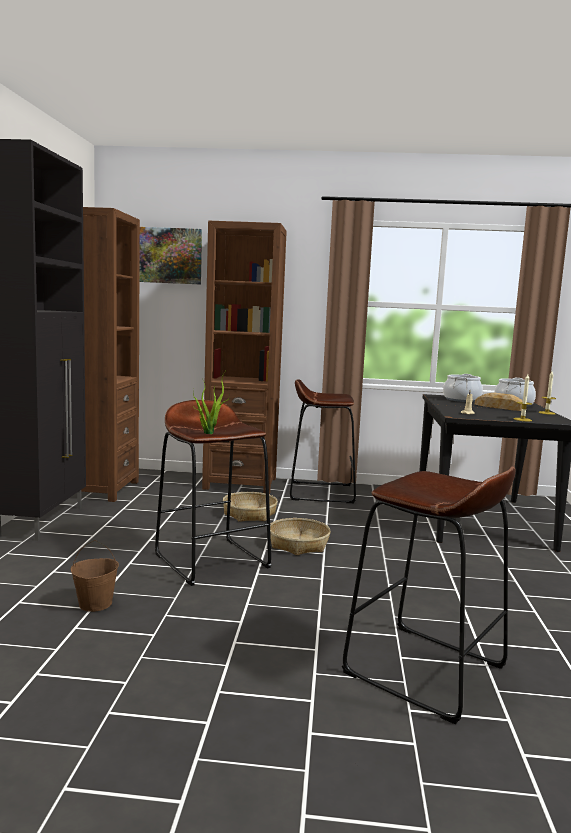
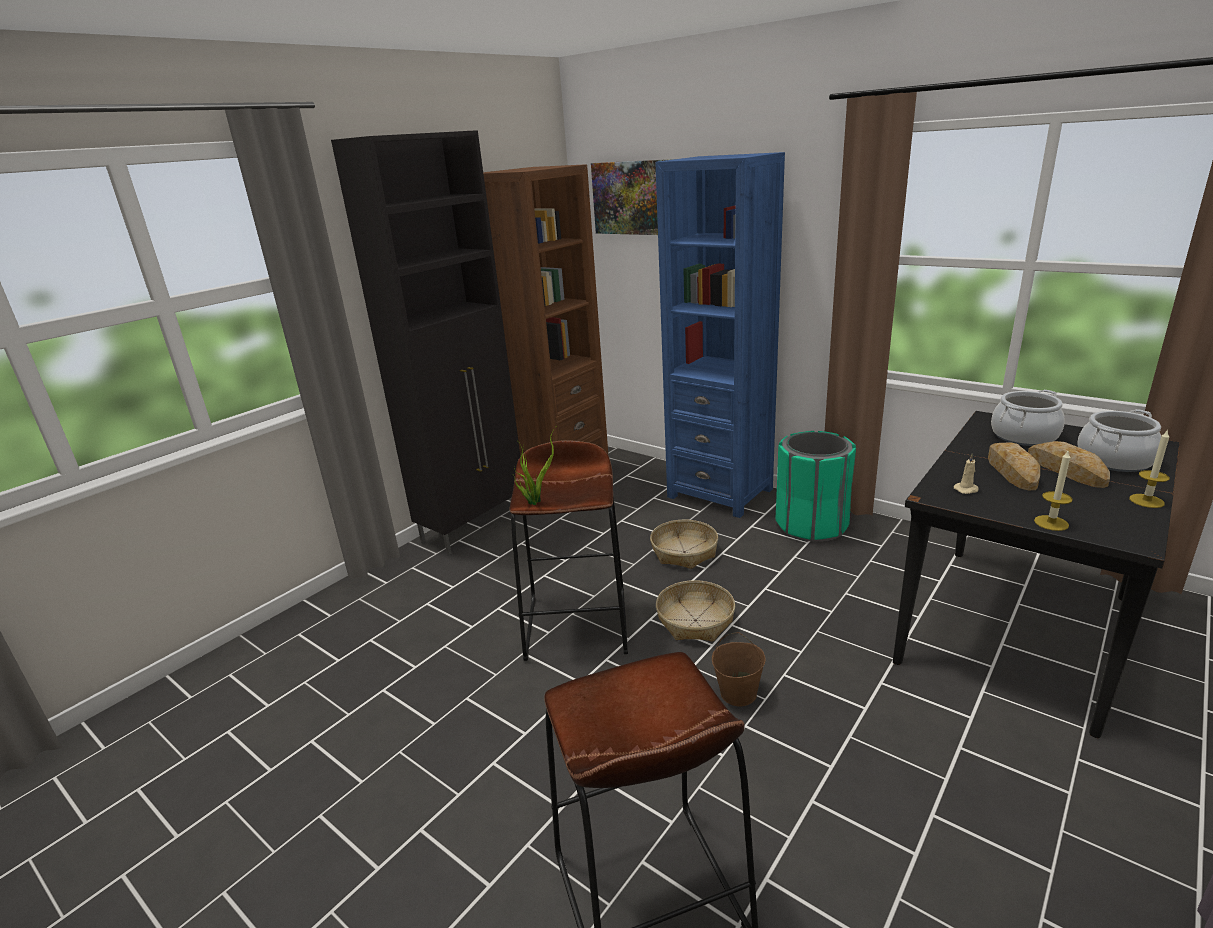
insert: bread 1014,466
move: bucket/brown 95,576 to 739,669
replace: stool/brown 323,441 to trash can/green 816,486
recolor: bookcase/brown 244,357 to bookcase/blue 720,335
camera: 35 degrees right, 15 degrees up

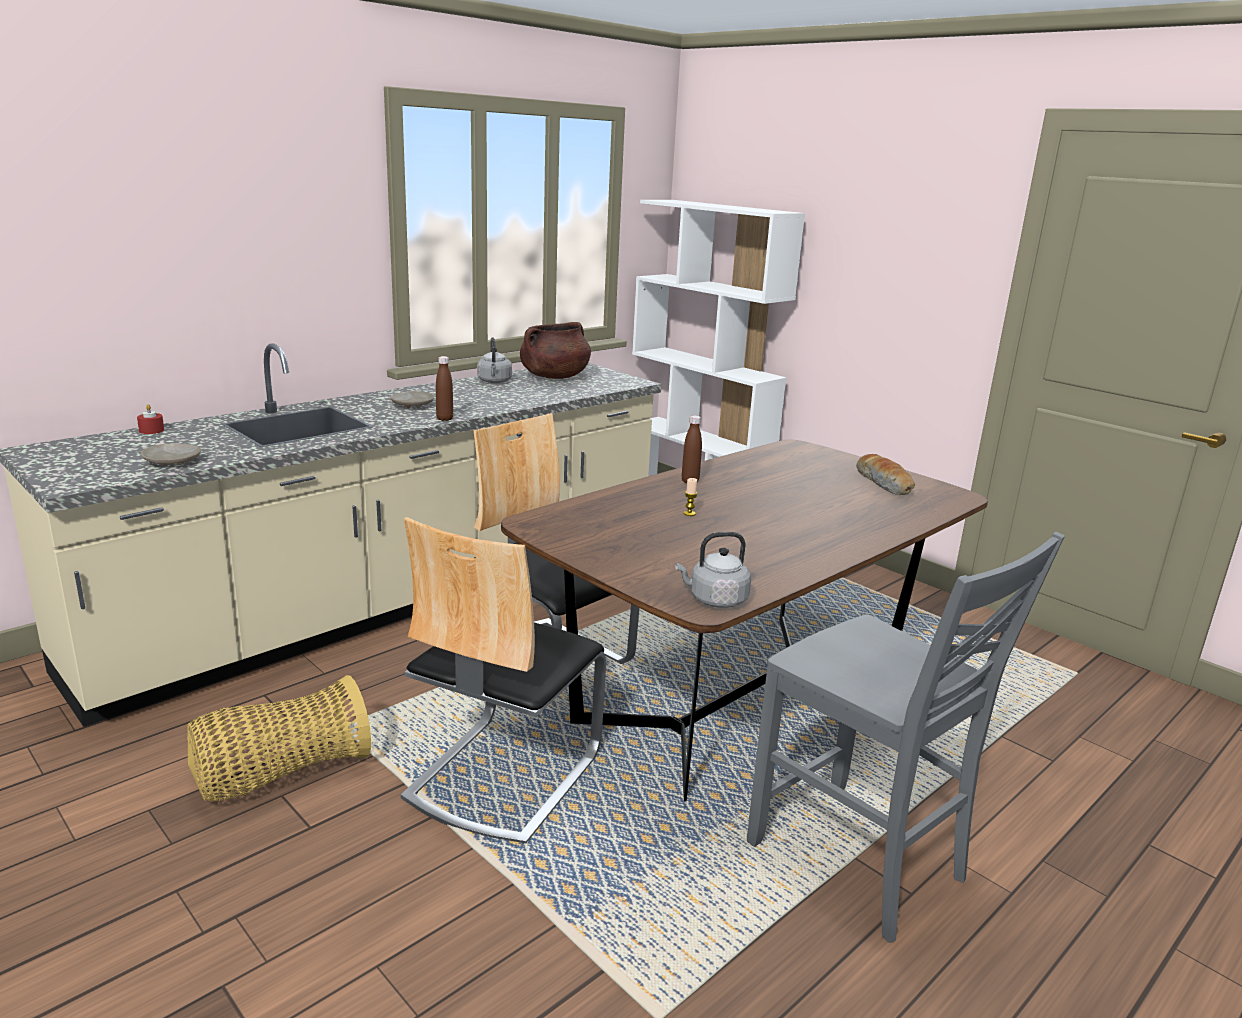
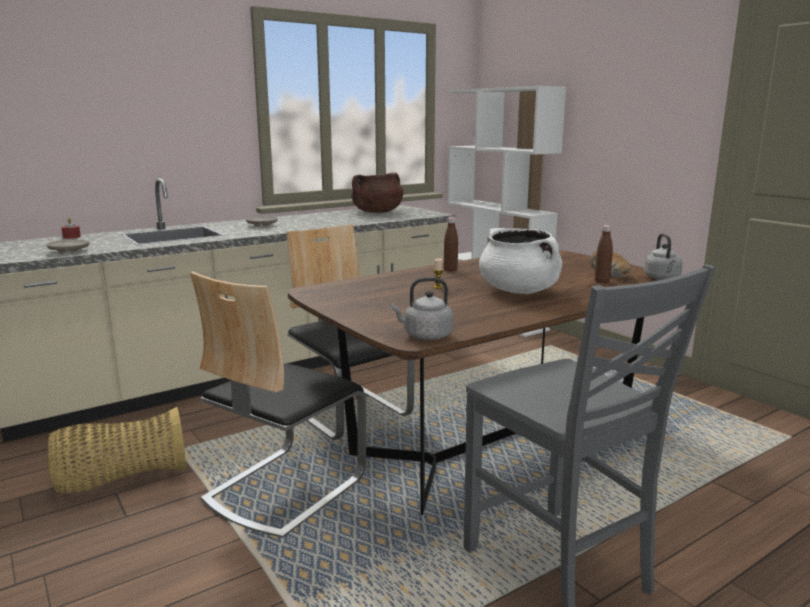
insert: cooking pot/white 520,261
move: bottle/brown 444,388 to 604,254; kettle/grey 494,360 to 663,256
camera: 10 degrees right, 5 degrees down

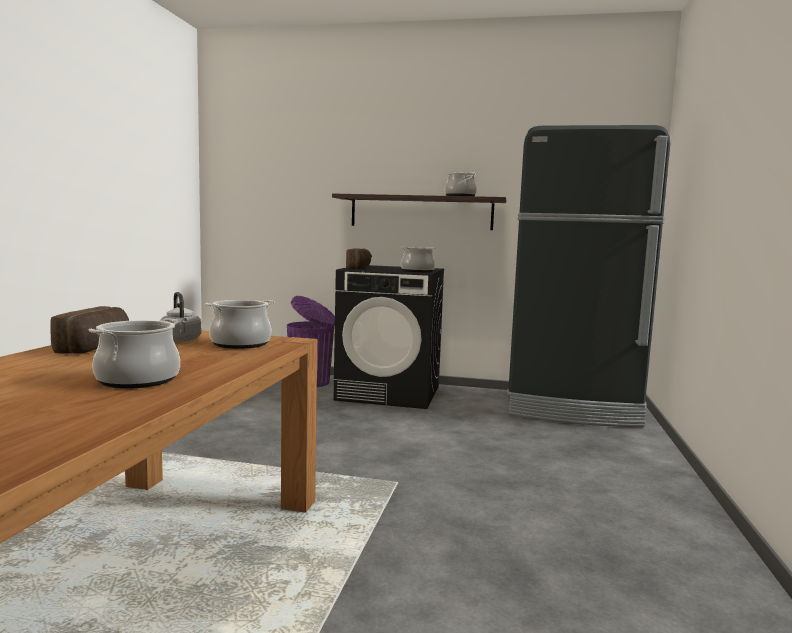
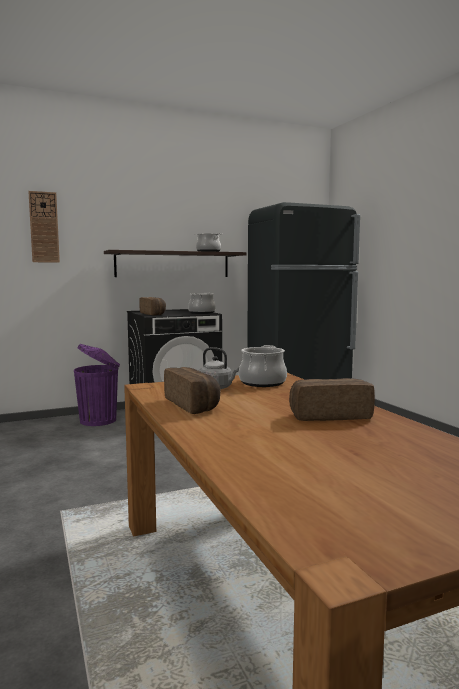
insert: wall clock 44,227
replace: cooking pot 134,353 to bread 332,399
camera: 35 degrees left, 0 degrees up

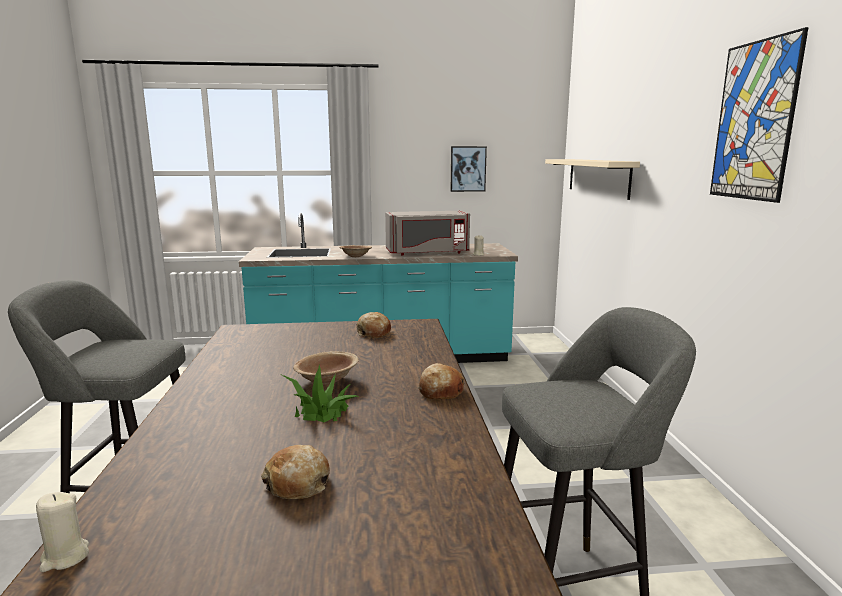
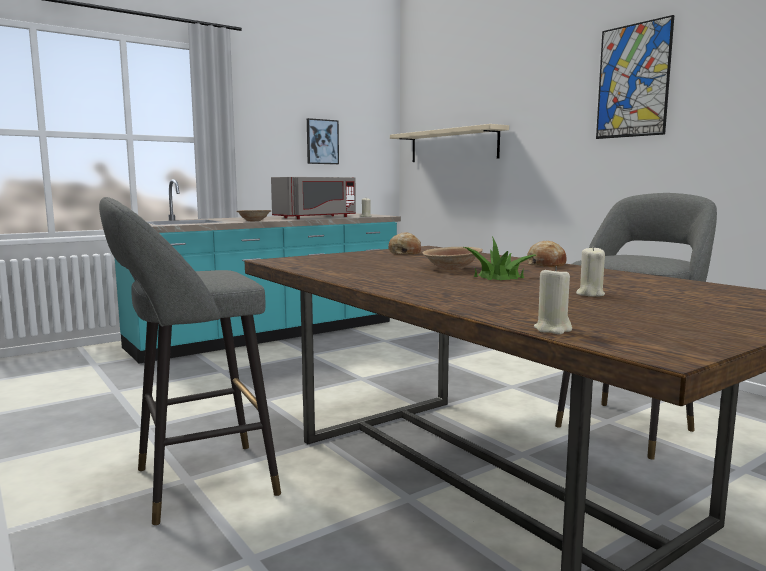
replace: bread 295,472 to candle/beige 590,271
camera: 30 degrees left, 5 degrees down

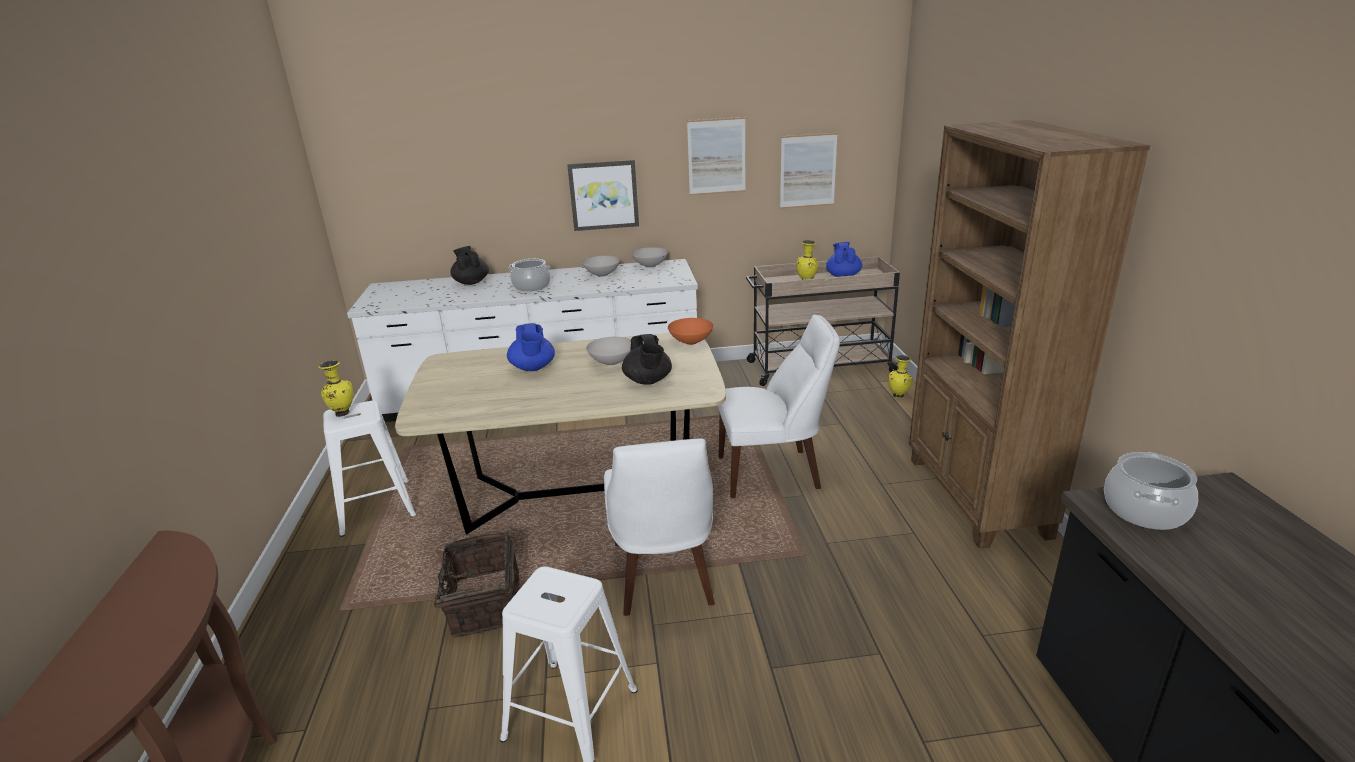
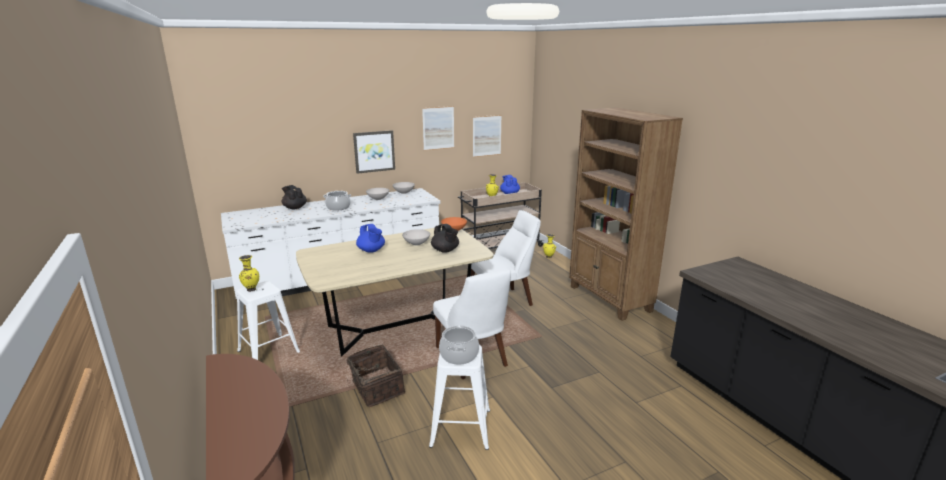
move: cooking pot 1151,491 to 459,345
camera: 20 degrees left, 5 degrees down

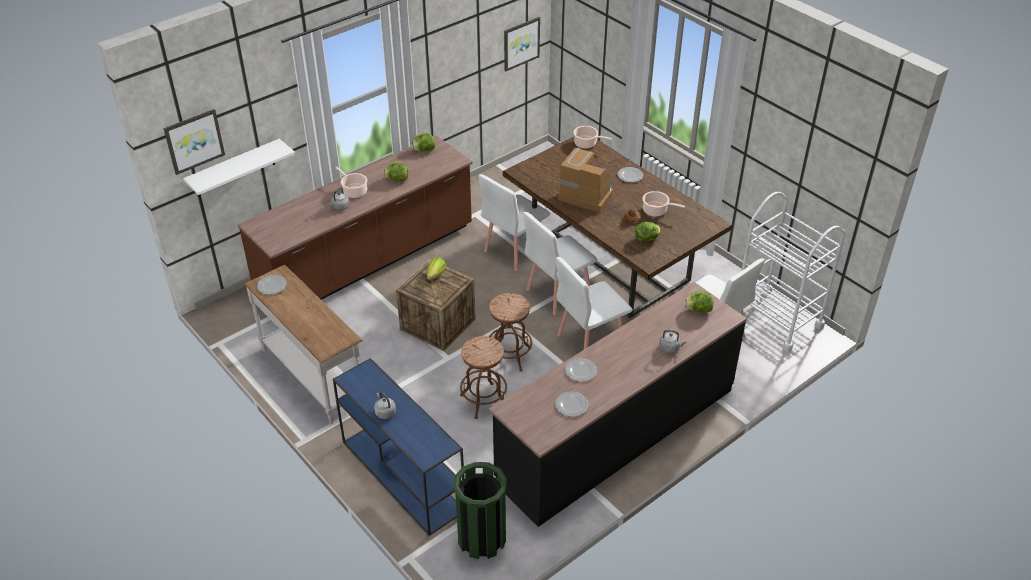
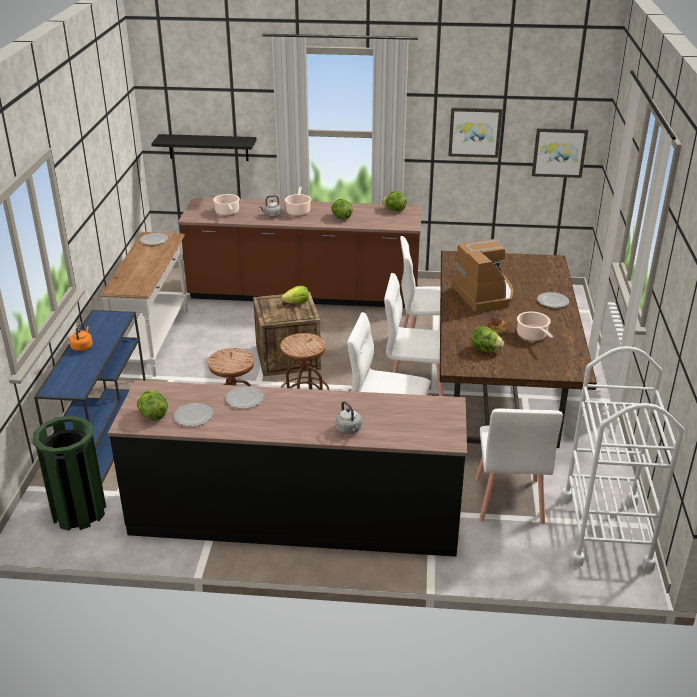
move: lettuce 698,302 to 152,405; cooking pot 592,137 to 226,205; picture 194,142 to 475,132
recolor: kettle/grey 385,405 to kettle/orange 81,337; shelf/white 239,168 to shelf/black 204,147
camera: 45 degrees right, 10 degrees down

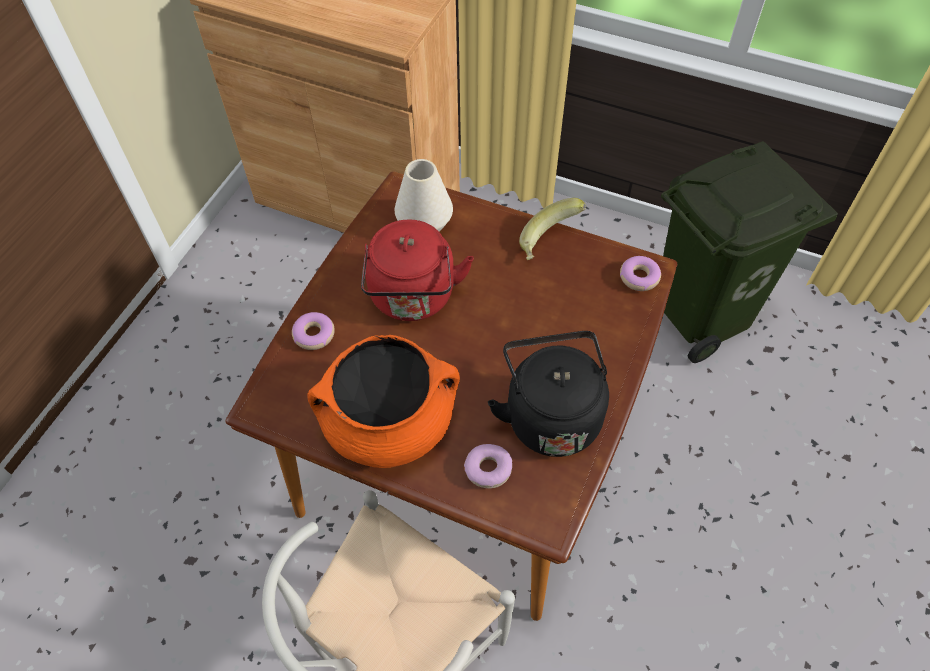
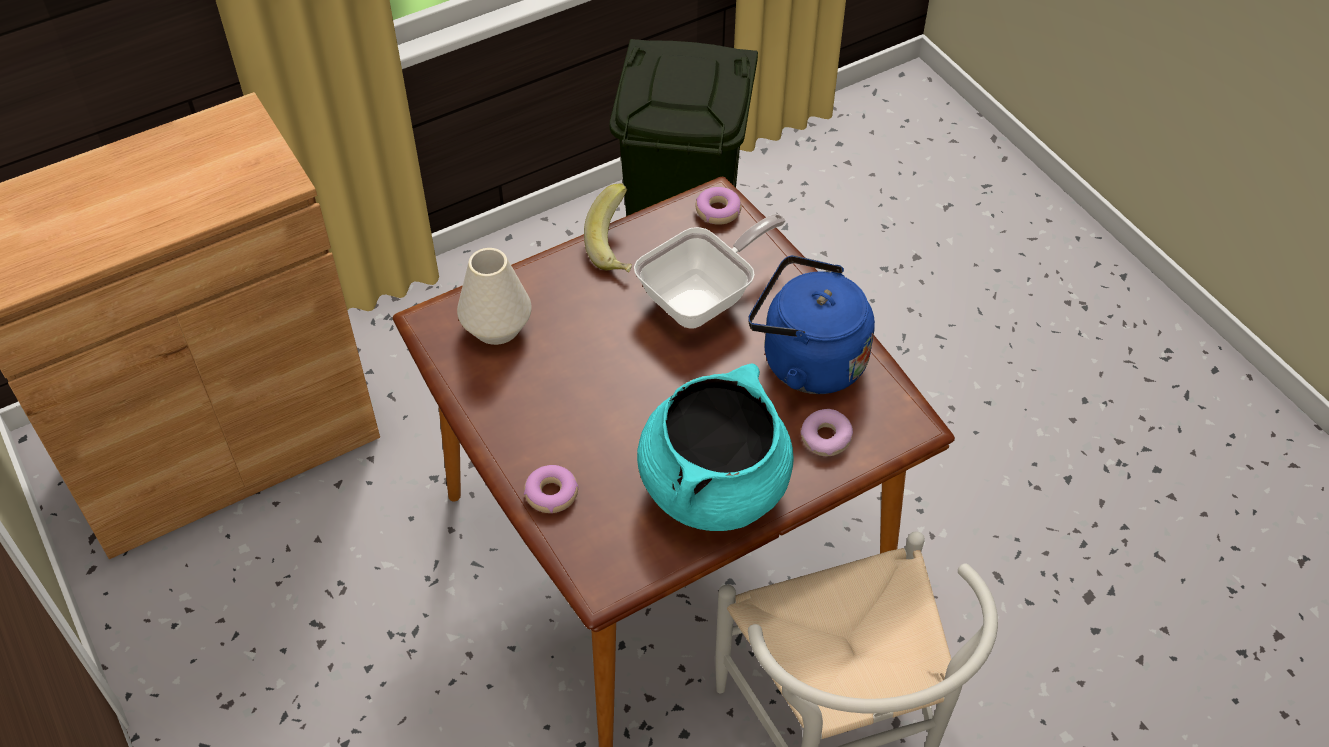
delete: kettle/red 417,270
insert: frying pan 710,271
recolor: cooking pot/orange 383,401 to cooking pot/turquoise 715,447; kettle/black 548,394 to kettle/blue 811,324
camera: 55 degrees left, 5 degrees down

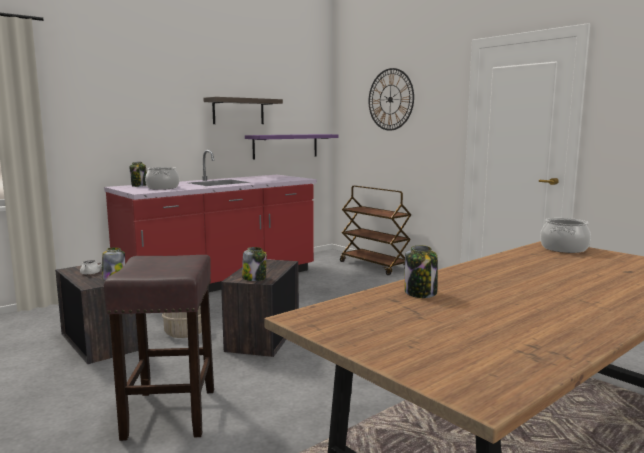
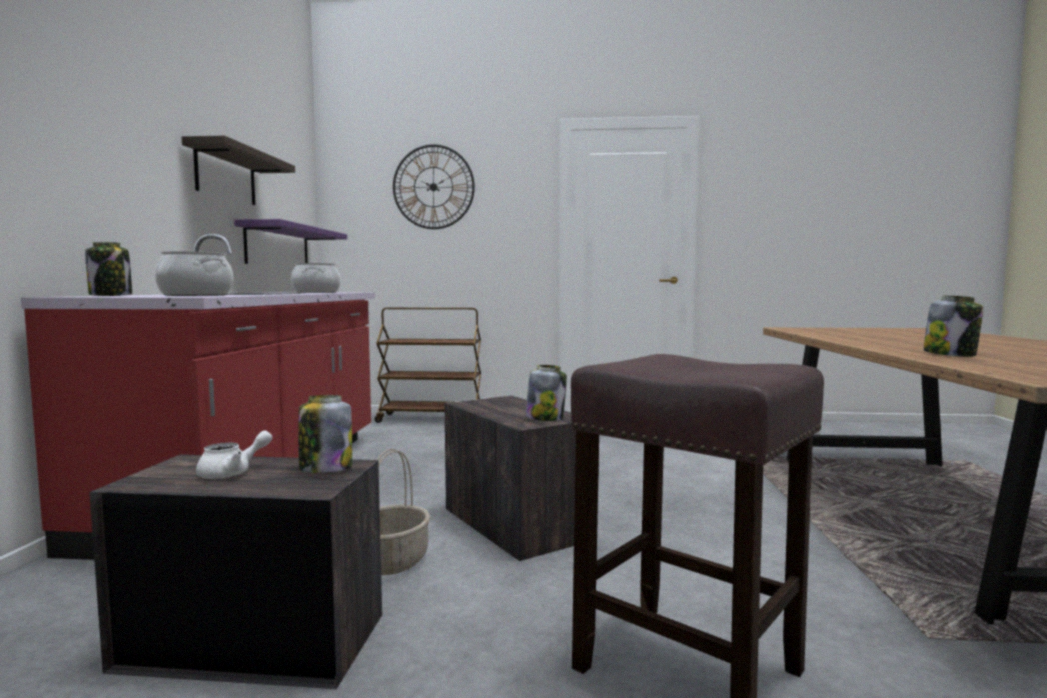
move: cooking pot 565,235 to 316,278
camera: 45 degrees left, 5 degrees down

